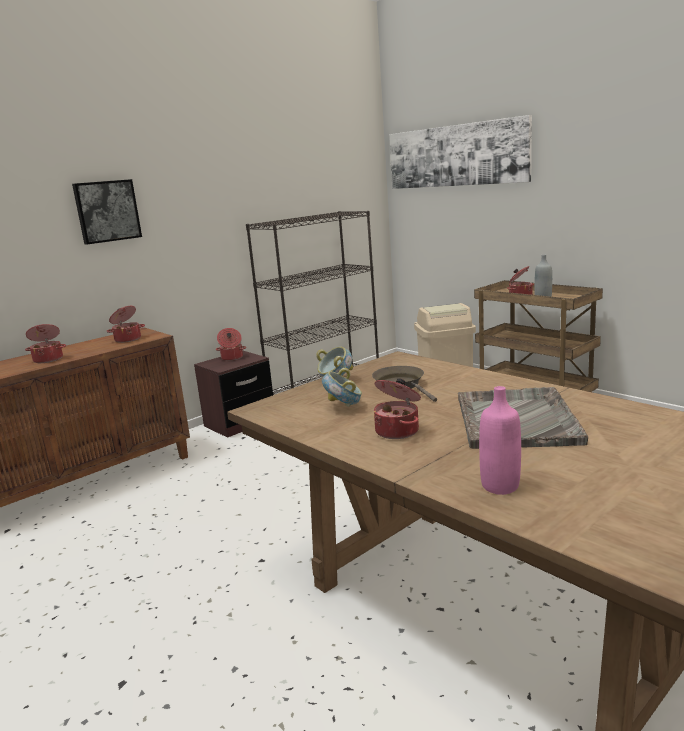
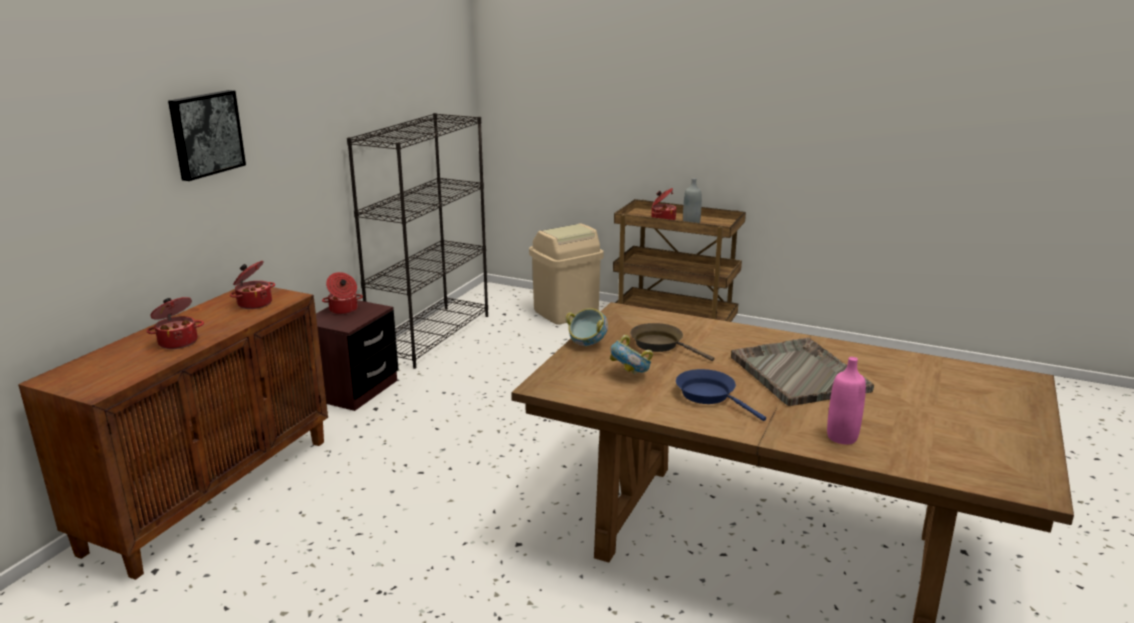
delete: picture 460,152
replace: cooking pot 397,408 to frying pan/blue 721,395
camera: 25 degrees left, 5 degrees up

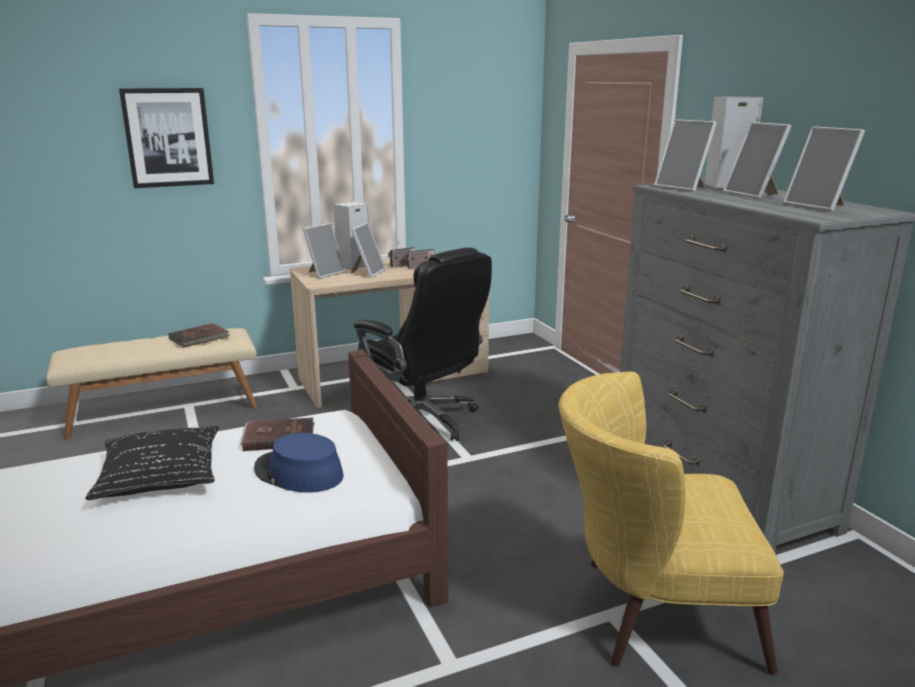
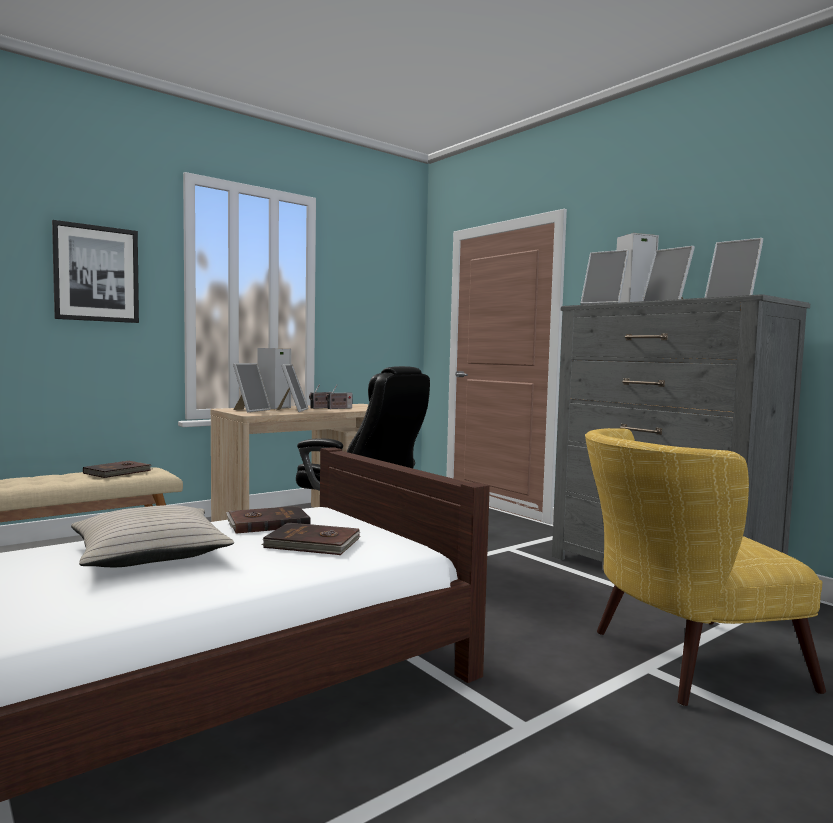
replace: hat/blue 299,463 to book/brown 310,539
recolor: pillow/black 152,462 to pillow/beige 152,536
camera: 15 degrees left, 15 degrees down

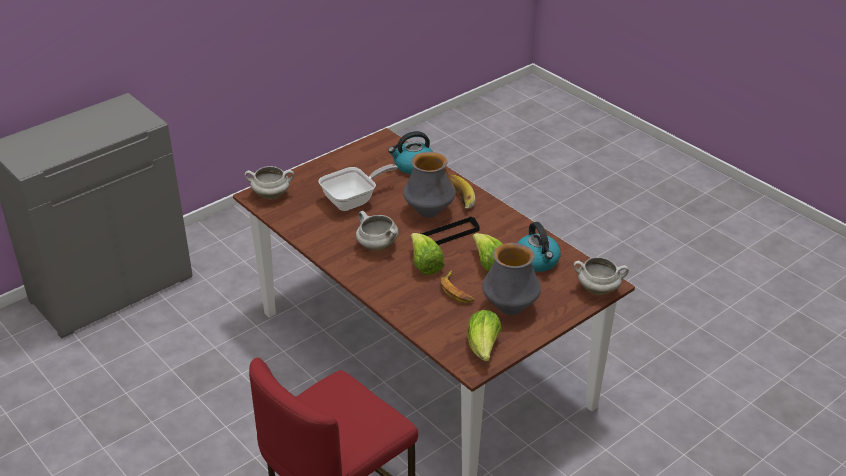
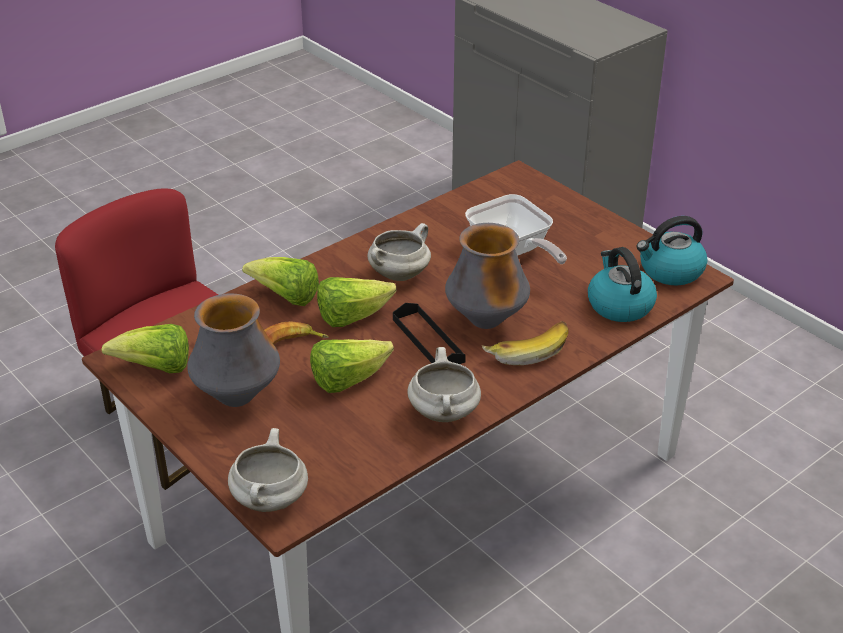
insert: lettuce 280,281
move: cooking pot/white 269,182 to 444,384; kettle 539,247 to 672,251
camera: 90 degrees right, 0 degrees up

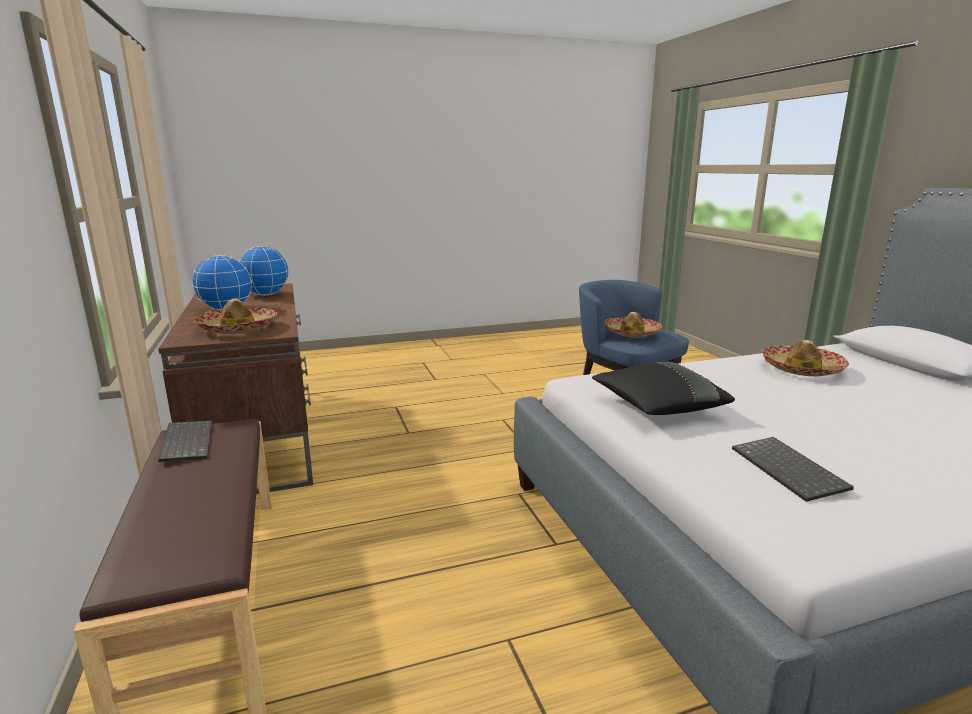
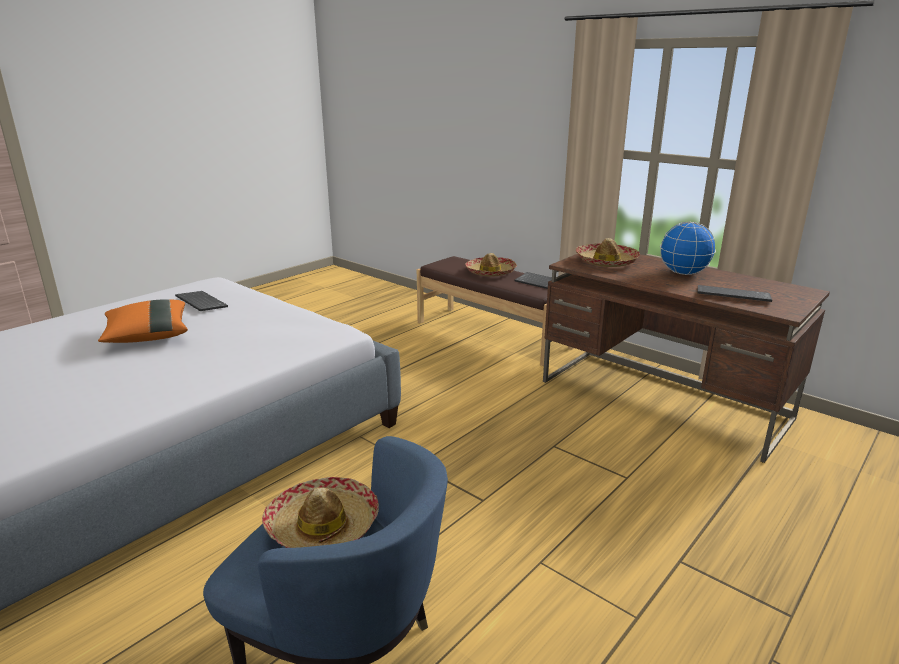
delete: pillow/black 663,388
insert: pillow/orange 143,321
move: hat 805,358 to 491,265
replace: globe 264,271 to keyboard 734,293
camera: 150 degrees right, 5 degrees up

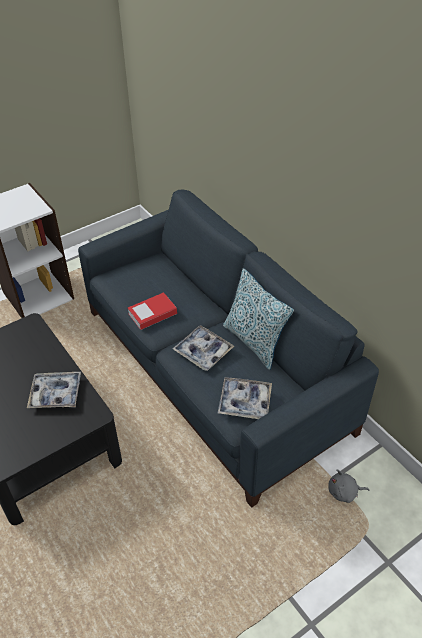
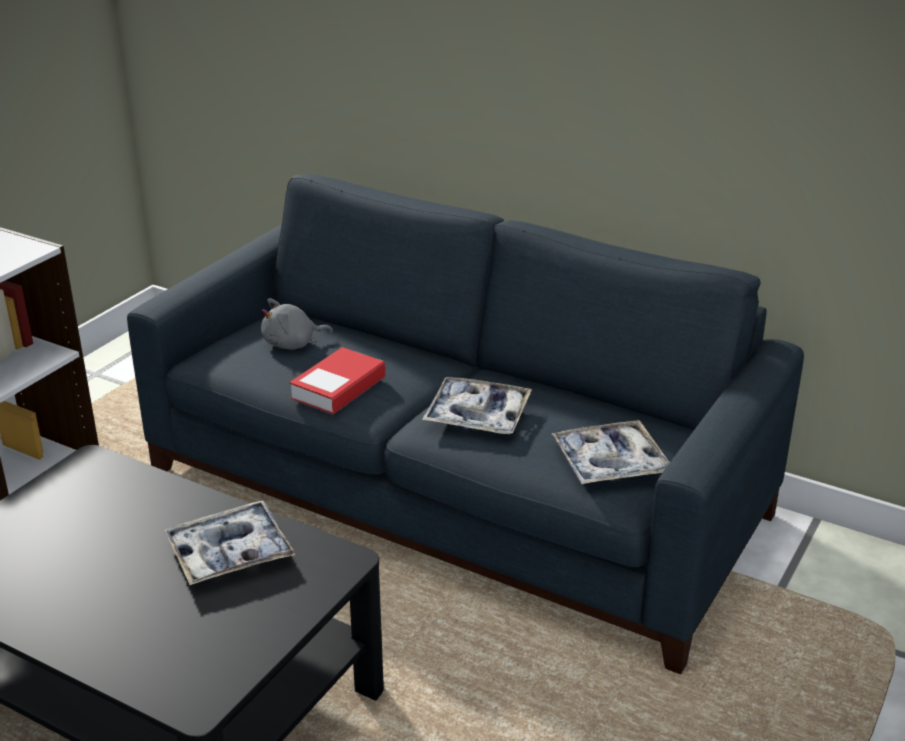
delete: pillow 258,319
move: plush toy/grey 348,486 to 297,324
camera: 25 degrees left, 15 degrees down

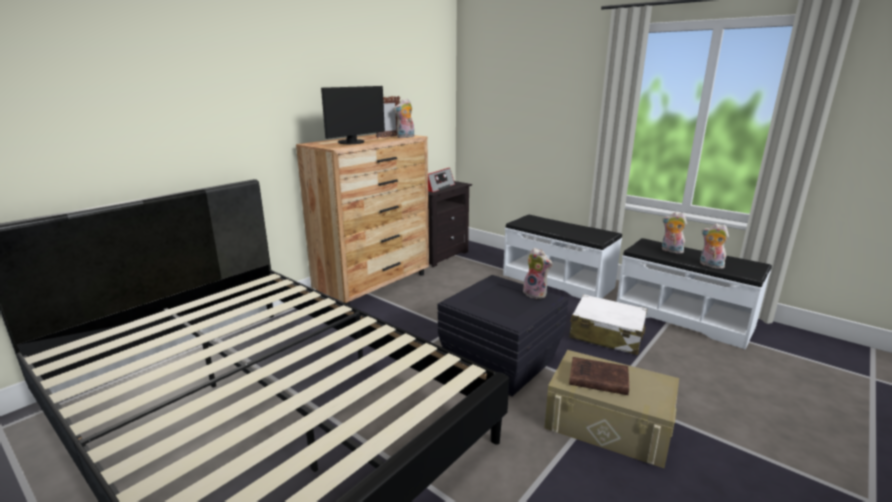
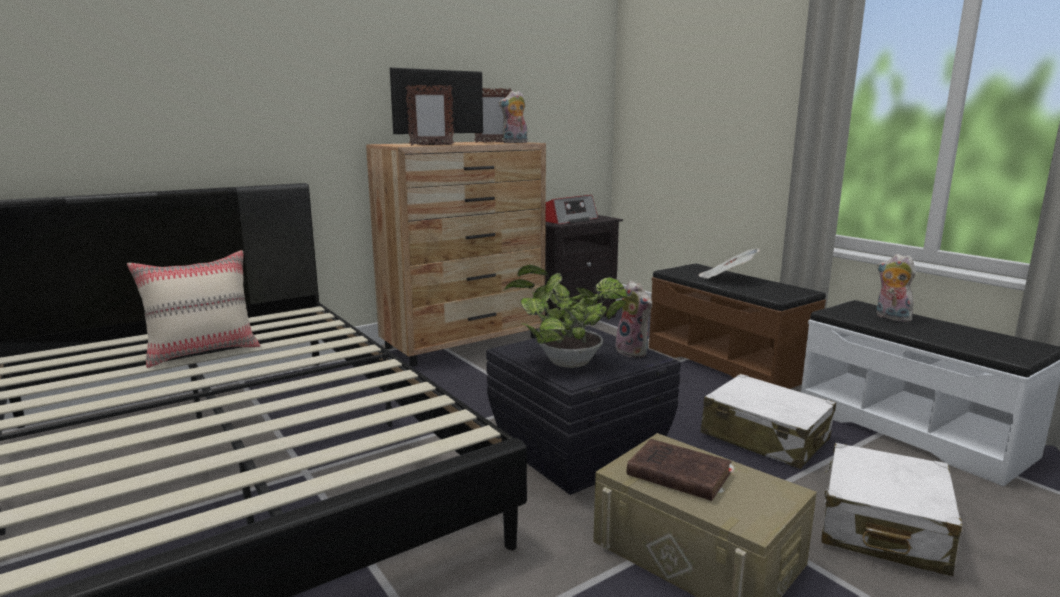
delete: plush toy 714,246
insert: pillow/beige 194,309; picture frame 429,115; potted plant 566,316; newspaper 729,263; suitcase/white 891,509
recolor: bench/white 562,256 to bench/brown 737,326
camera: 15 degrees right, 5 degrees down

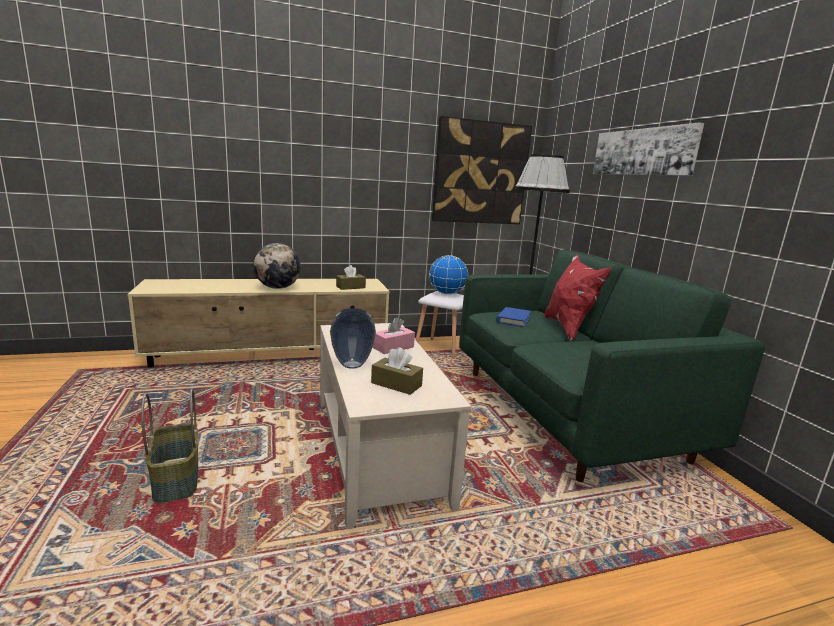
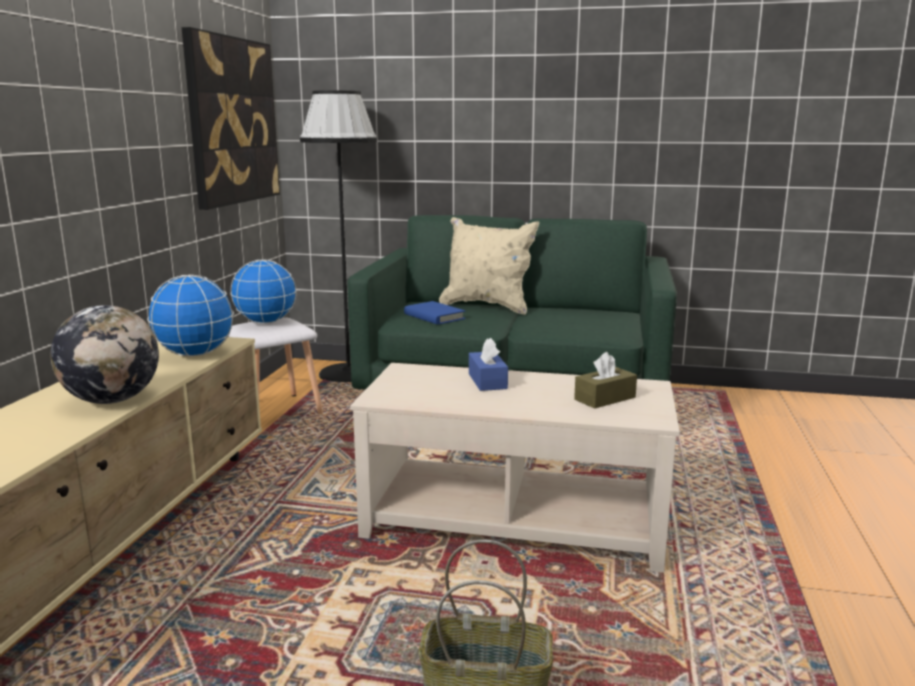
delete: vase 353,338; picture 648,149
replace: tissue box/brown 351,277 to globe 190,315
recolor: pillow/red 577,297 to pillow/beige 489,266; tissue box/pink 394,335 to tissue box/blue 488,364
camera: 60 degrees left, 0 degrees up

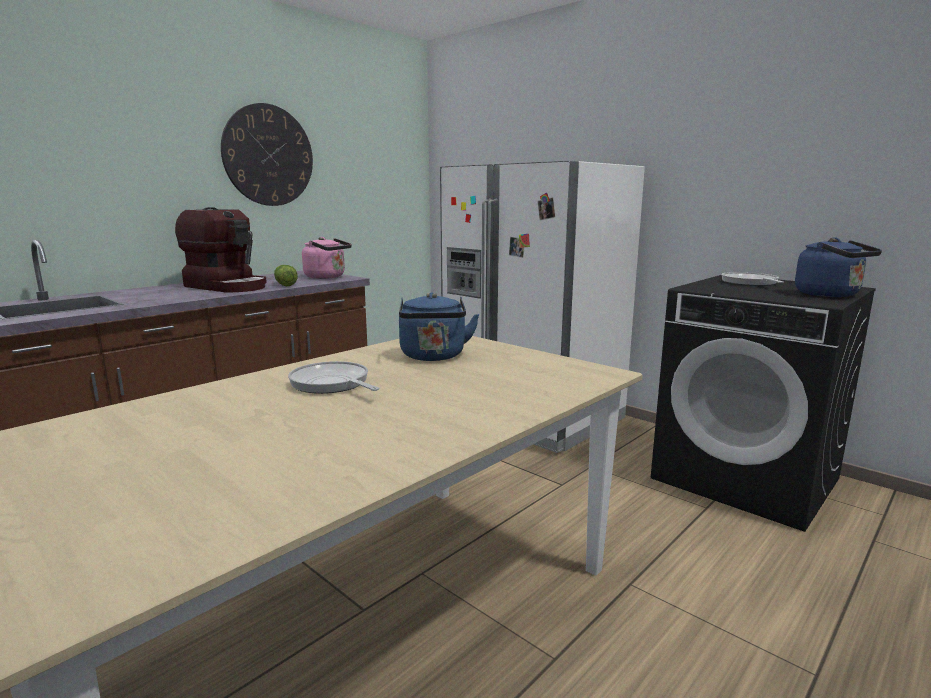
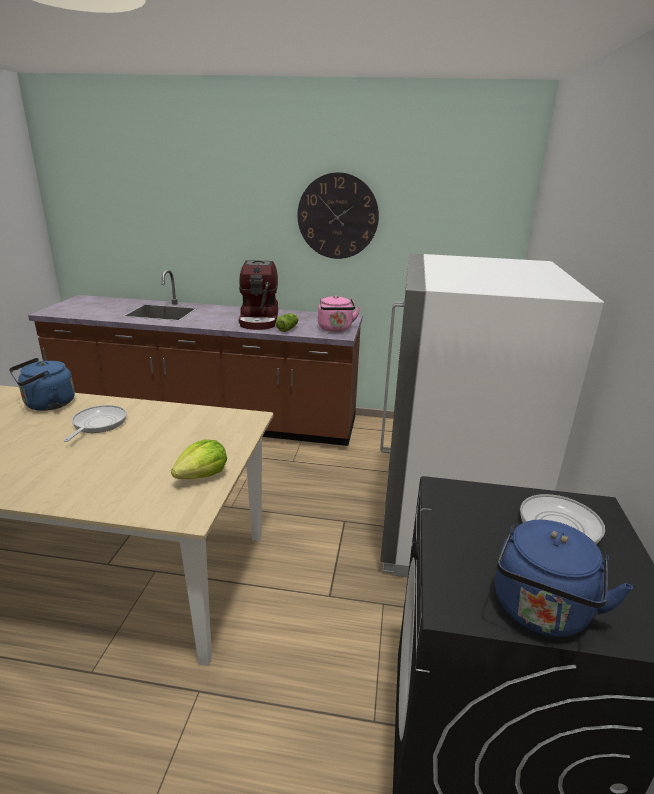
insert: lettuce 199,459
move: kettle/blue 439,326 to 42,384
camera: 55 degrees right, 10 degrees up

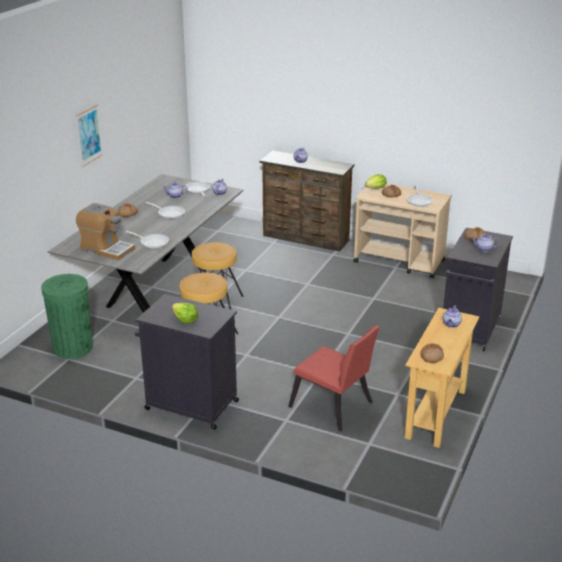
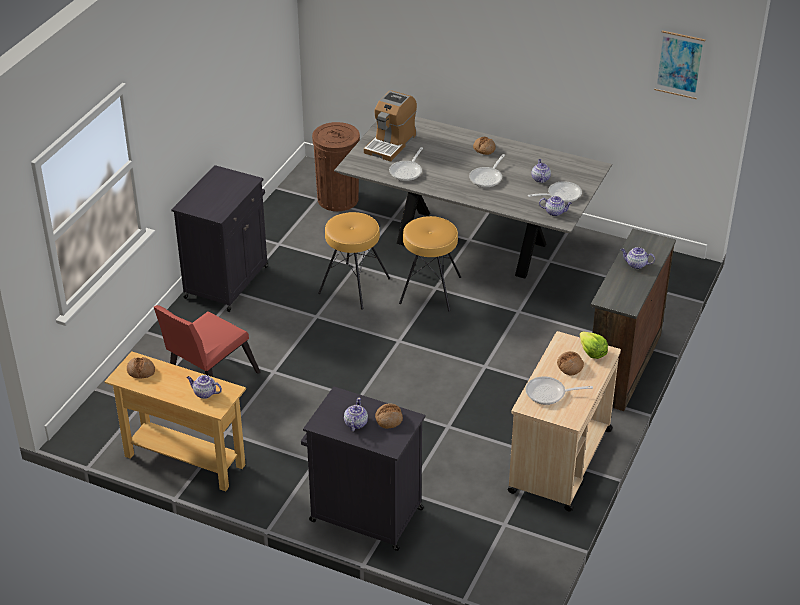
delete: lettuce 185,313
move: picture 89,136 to 680,65
recolor: trash can/green 67,316 to trash can/brown 336,166
camera: 90 degrees right, 10 degrees up

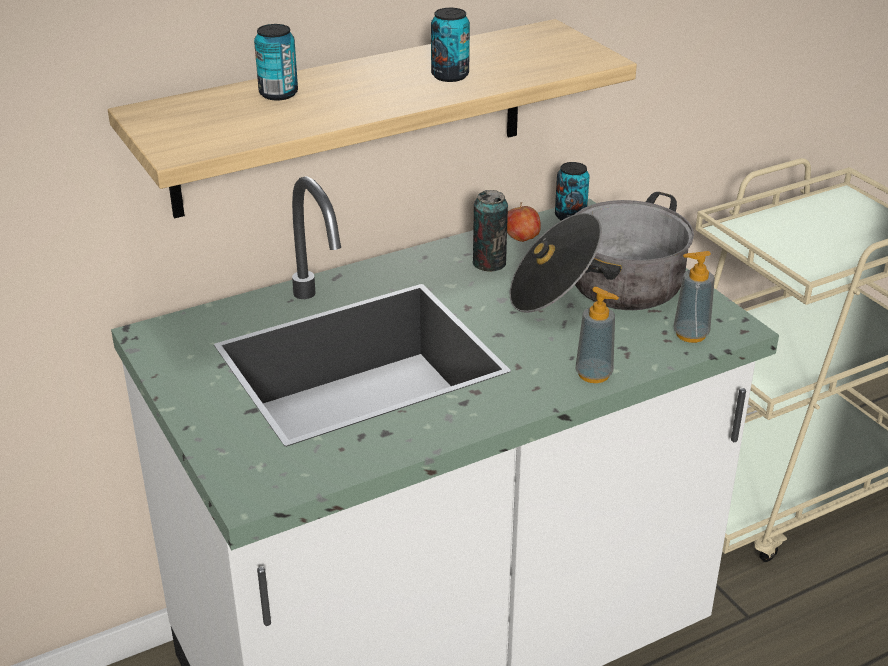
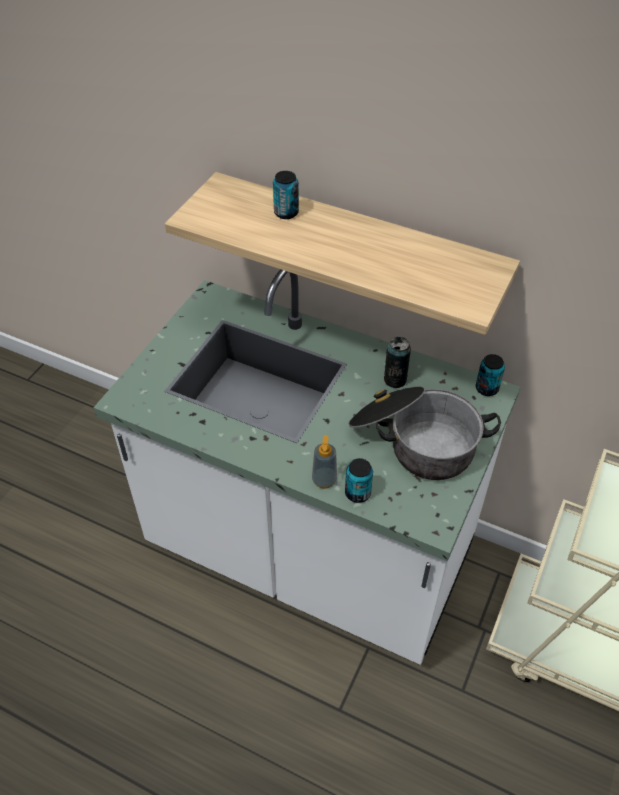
delete: apple 524,222; soap dispenser 694,297
move: can 450,45 to 359,480
camera: 55 degrees right, 15 degrees up

